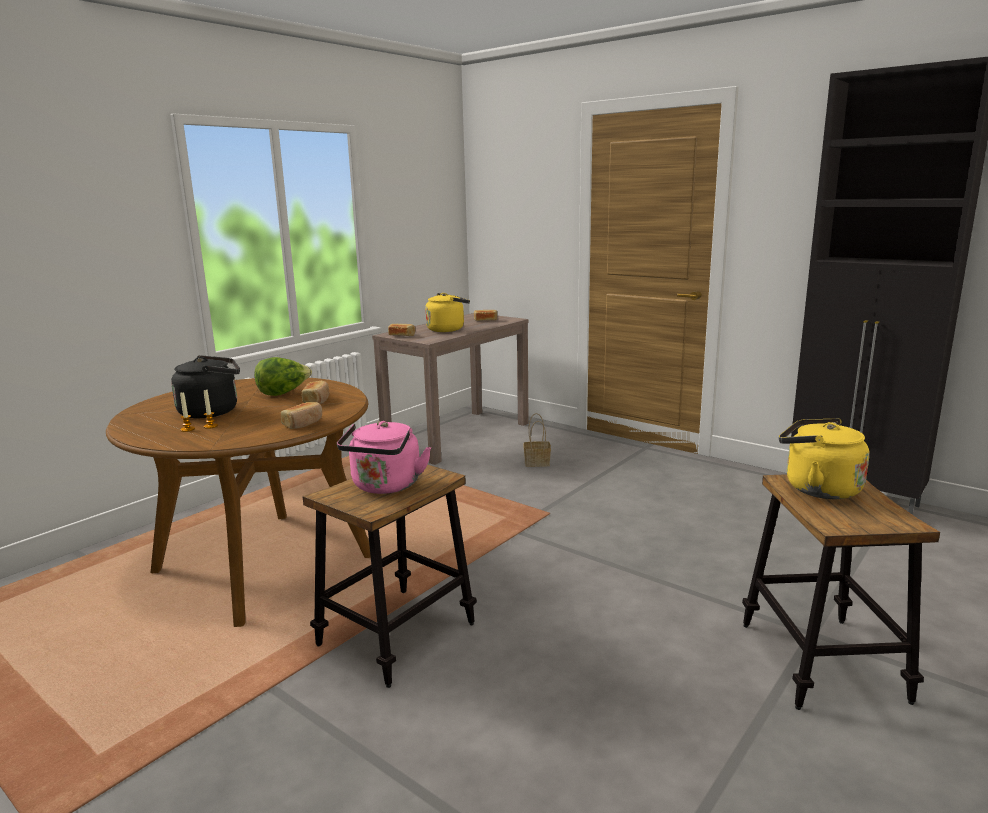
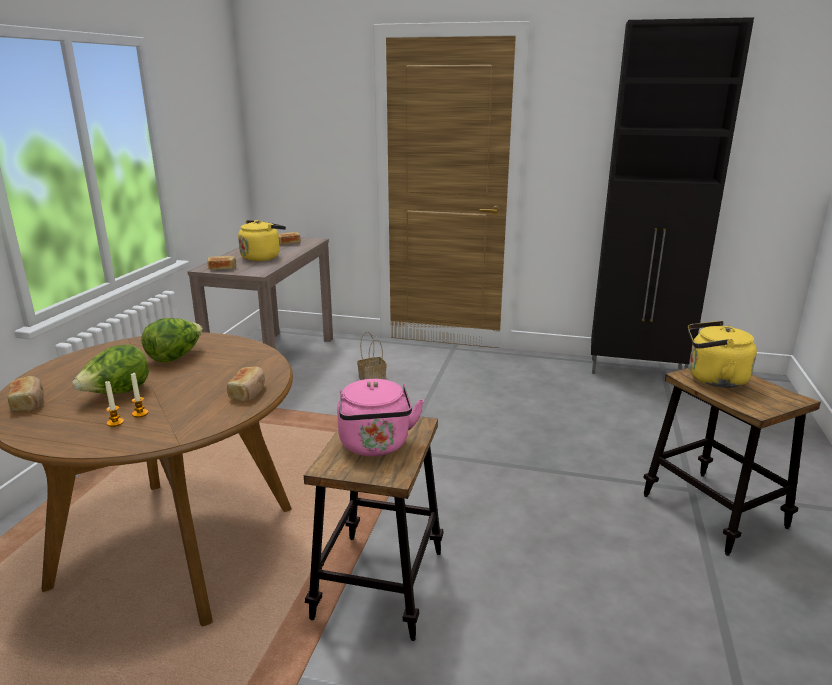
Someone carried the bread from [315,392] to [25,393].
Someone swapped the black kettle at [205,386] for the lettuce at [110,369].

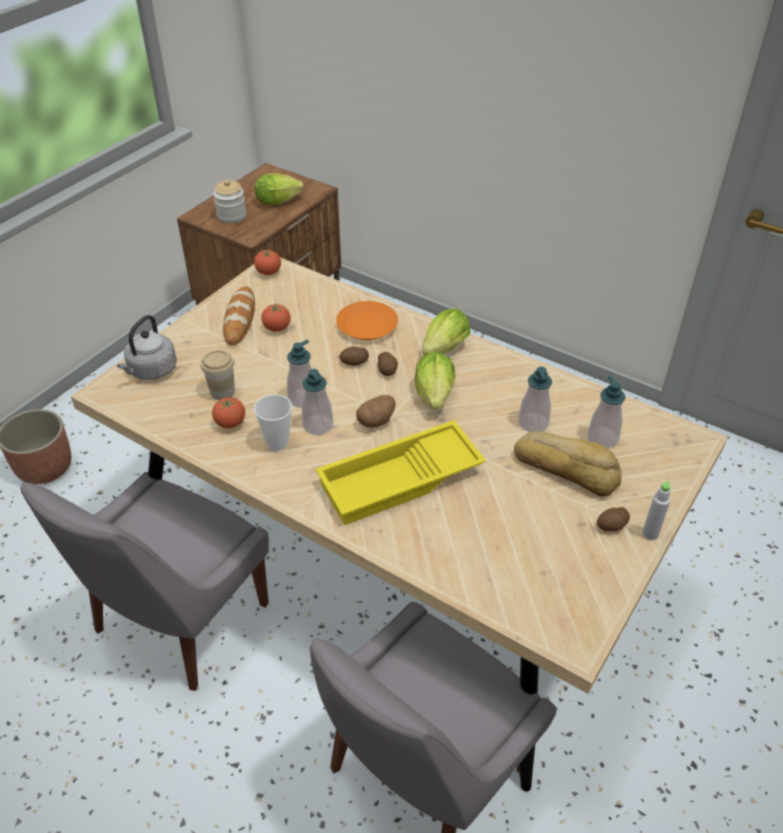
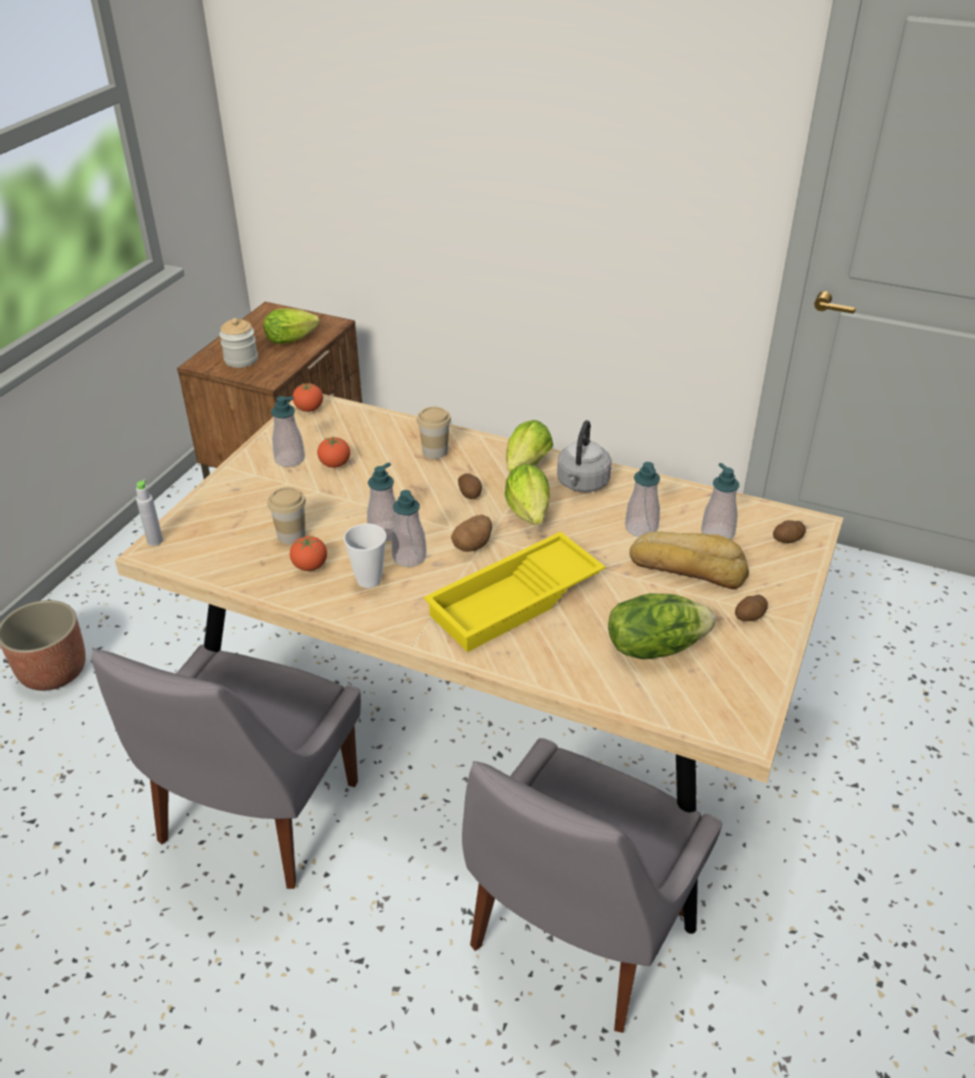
Someone carried the grey bottle from [656,510] to [149,513].
Someone swapped the bread at [239,316] for the soap dispenser at [288,431].
Someone swapped the orange plate at [367,320] for the cup at [434,433].
Someone carried the grey kettle from [147,347] to [584,456].
Someone put down the lettuce at [661,626].
Someone carried the potato from [354,356] to [789,531].

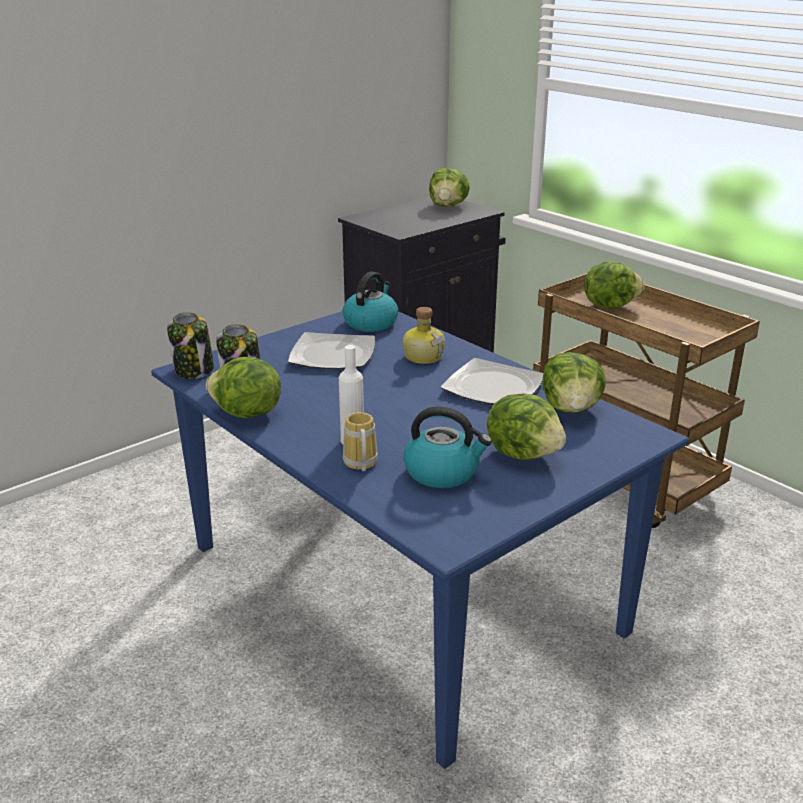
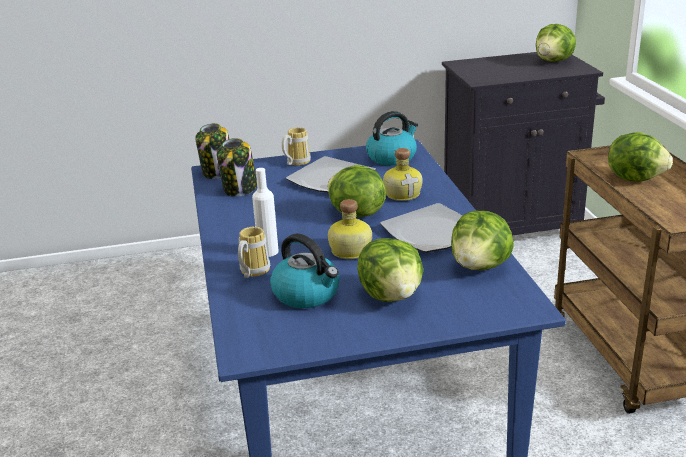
Someone put down the mug at [296,146].
Someone carried the lettuce from [243,387] to [357,191].
Someone put down the bottle at [350,229].

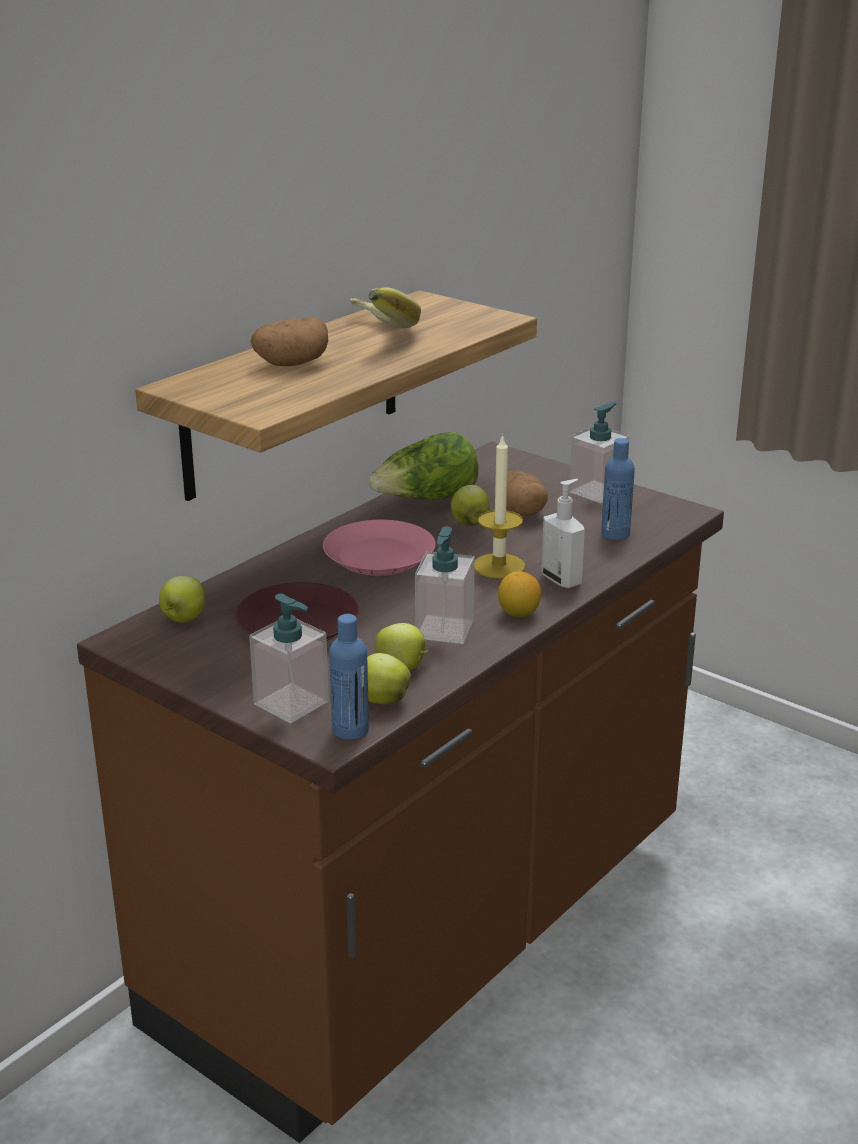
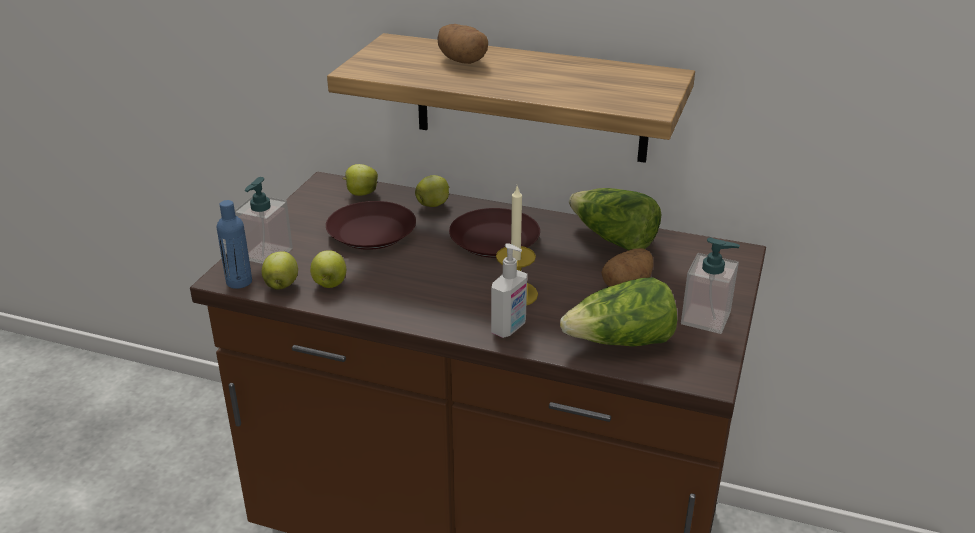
Someone carried the apple from [470,505] to [432,191].
Someone repainted the pink plate at [379,548], which became the brown plate at [494,233].
Someone swapped the blue bottle at [618,489] for the lettuce at [618,311].
Someone took away the banana at [385,307].
Someone took away the soap dispenser at [445,585].
Someone took away the lemon at [519,594].

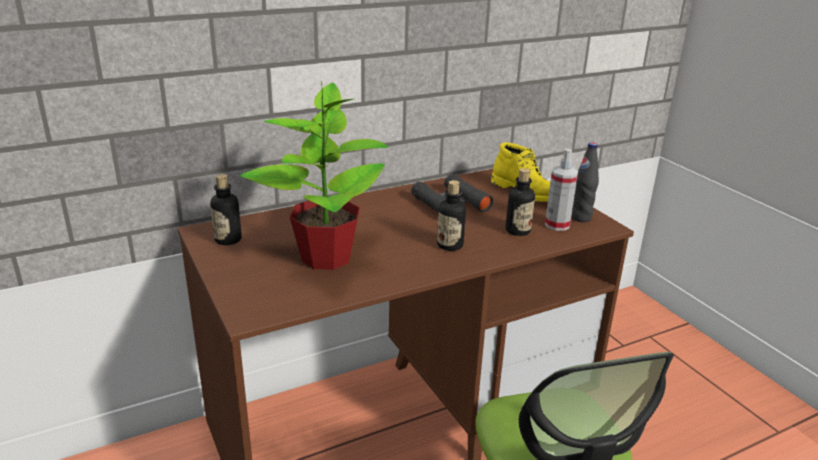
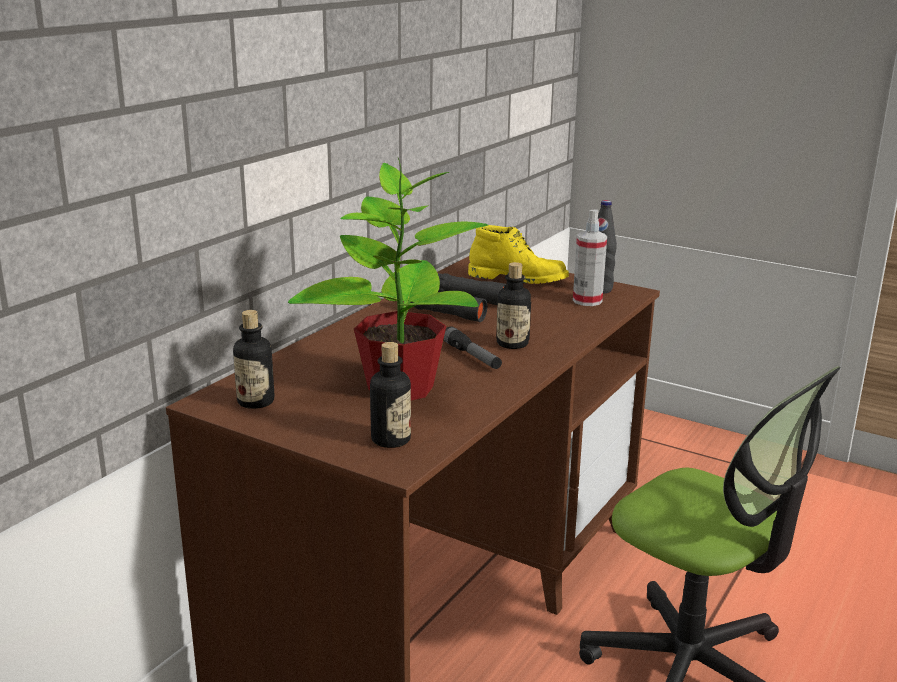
Someone carried the bottle from [520,202] to [390,395].
Someone put down the flashlight at [472,347].

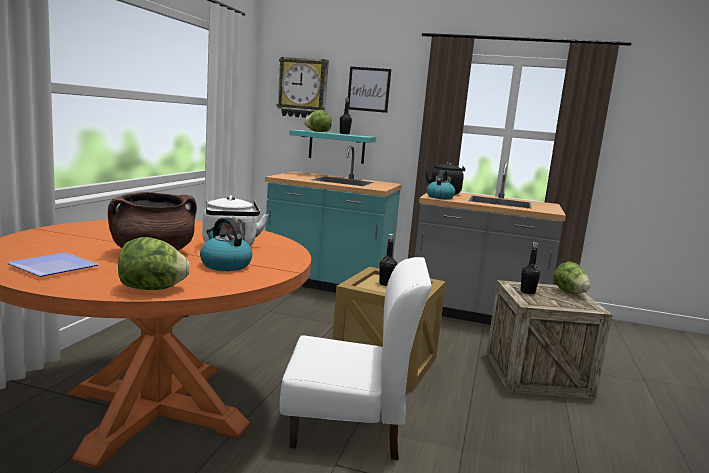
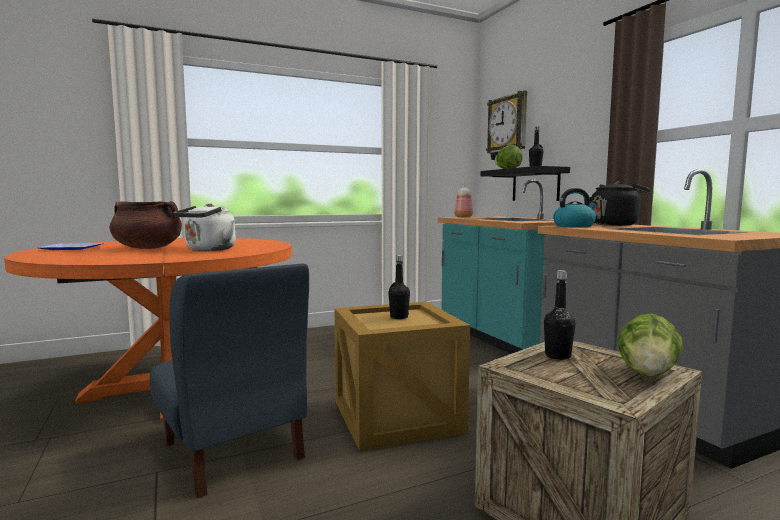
Someone repainted the white chair at [355,358], which became the blue chair at [229,380].
Someone put down the bottle at [463,198].
Someone repainted the turquoise shelf at [332,147], which became the black shelf at [525,183].
Someone took away the lettuce at [154,263].
Someone took away the kettle at [226,244].
Someone took away the picture at [369,90].

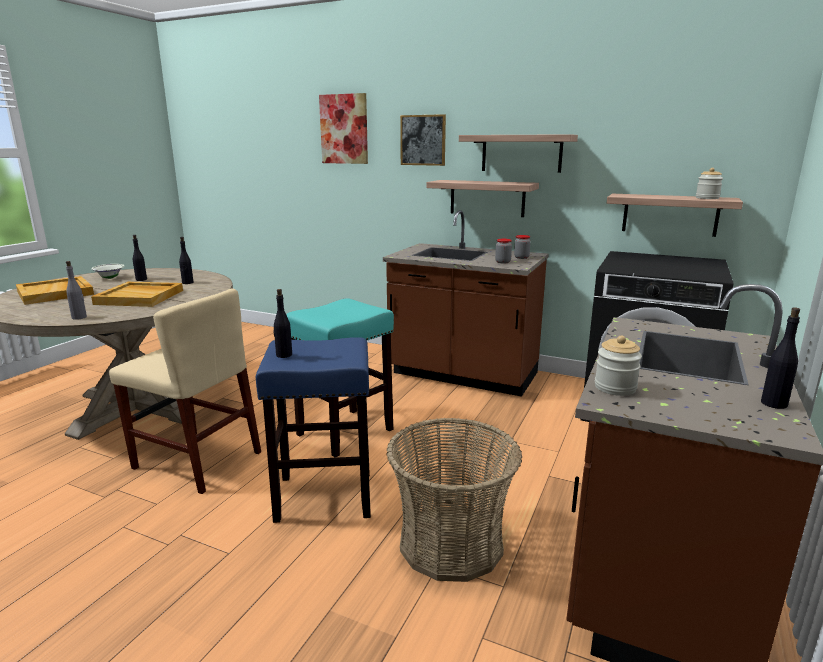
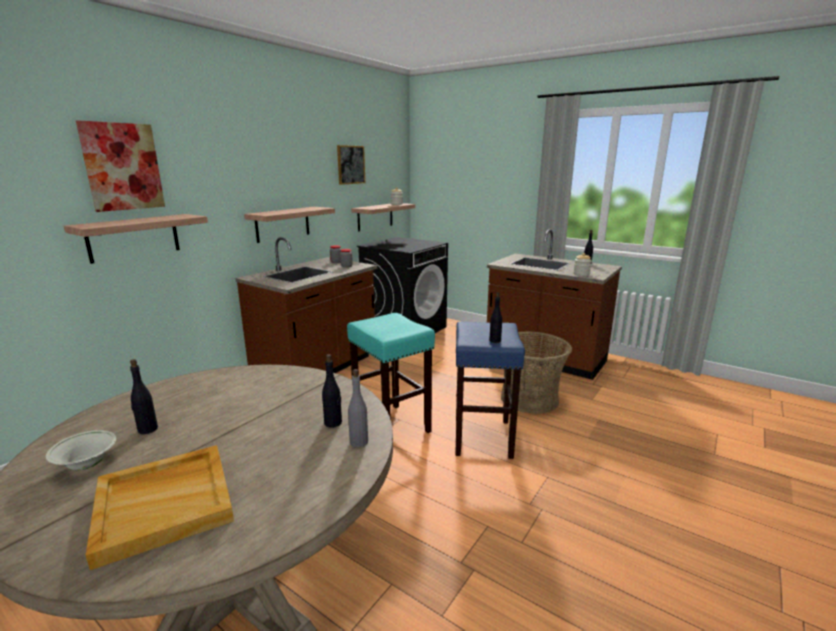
Someone carried the shelf from [518,153] to [136,239].
Someone carried the black bottle from [186,260] to [332,391].
Someone carried the picture from [423,140] to [351,165].
Someone took away the beige tray at [137,294].
Someone took away the beige chair at [185,391].

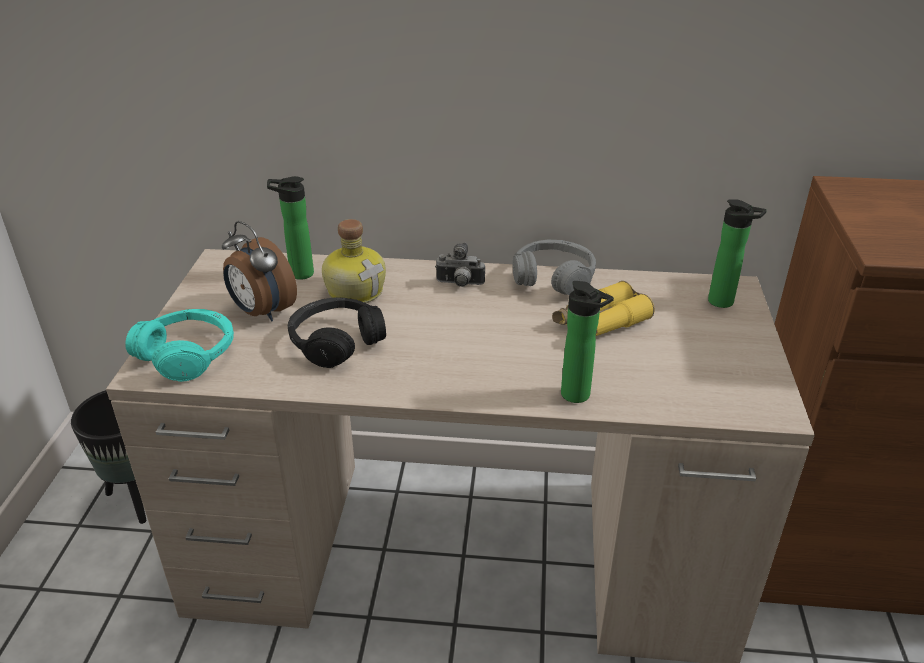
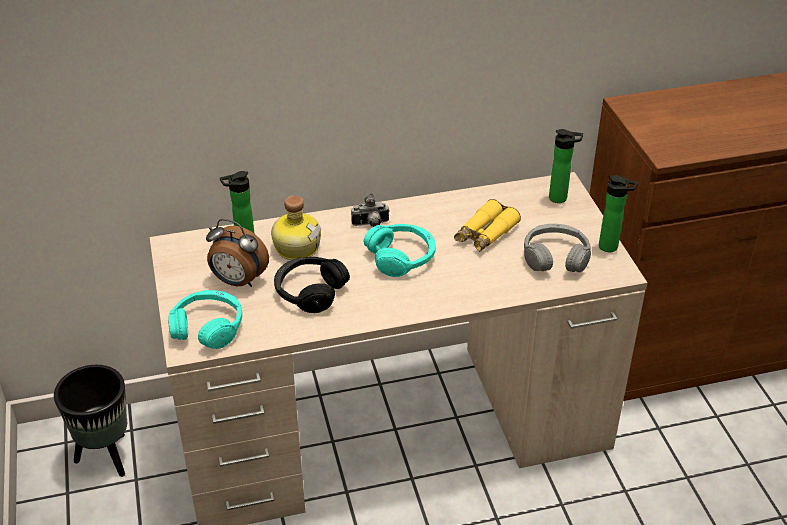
Someone put down the turquoise headphones at [400,250].
Someone carried the grey headphones from [554,267] to [557,248].
Someone carried the bottle from [587,342] to [618,213].

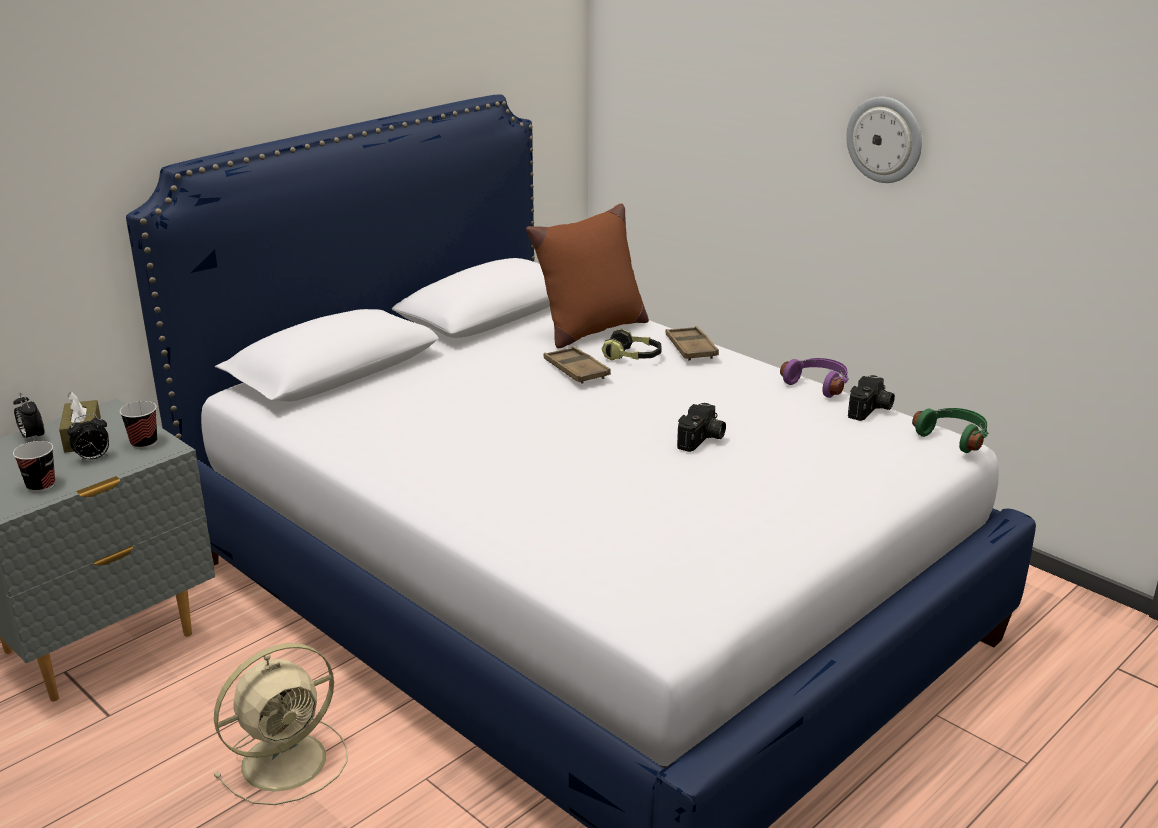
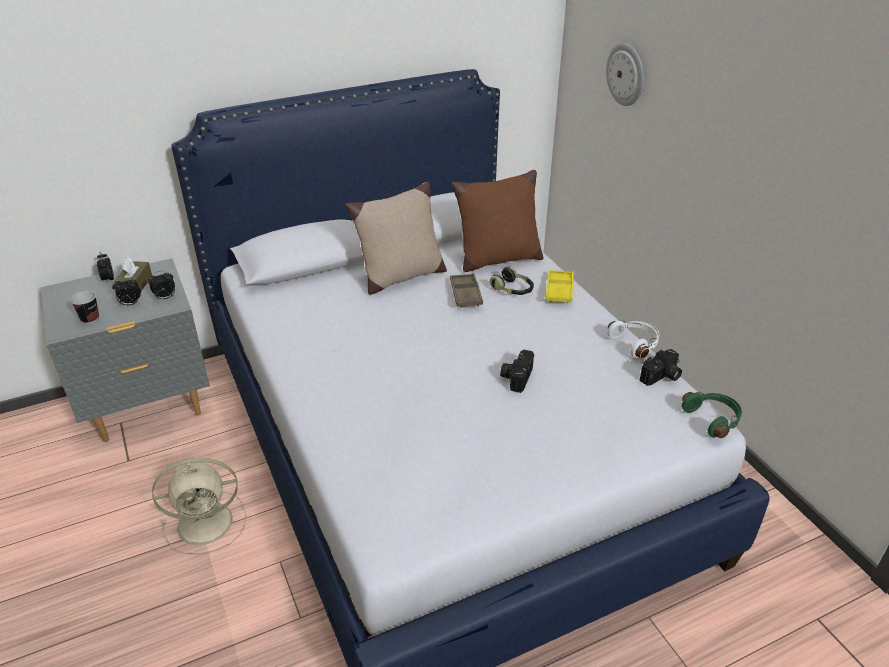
Someone swapped the cup at [138,425] for the alarm clock at [161,285].
Someone put down the beige pillow at [396,238].
Someone rotated the photo camera at [701,427] by 150 degrees clockwise.
Someone repainted the brown tray at [692,343], which became the yellow tray at [559,286].
Someone carried the wall clock from [884,140] to [625,74].
Someone repainted the purple headphones at [814,378], which became the white headphones at [633,339].

